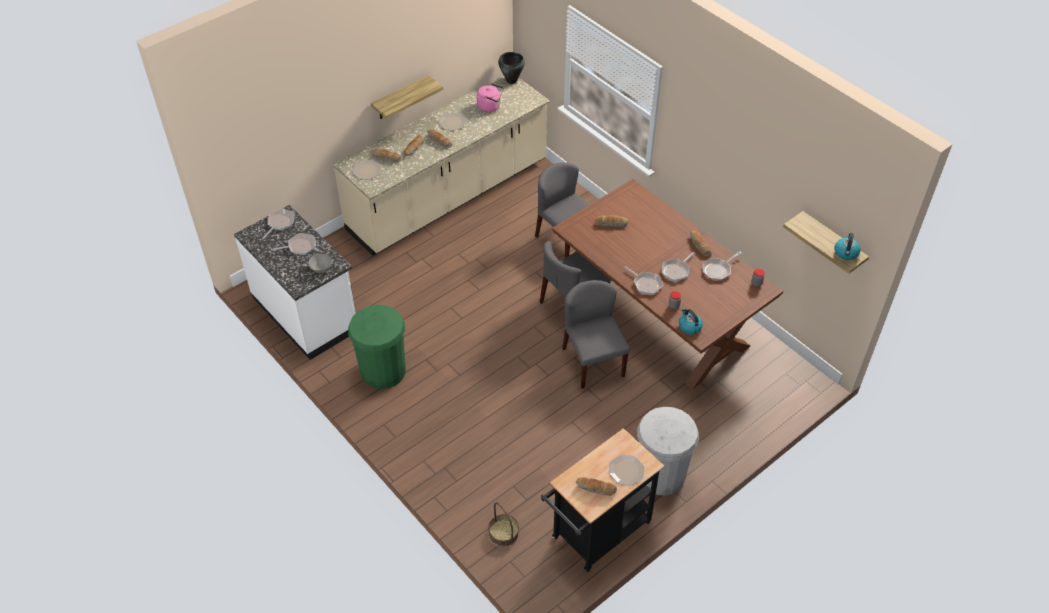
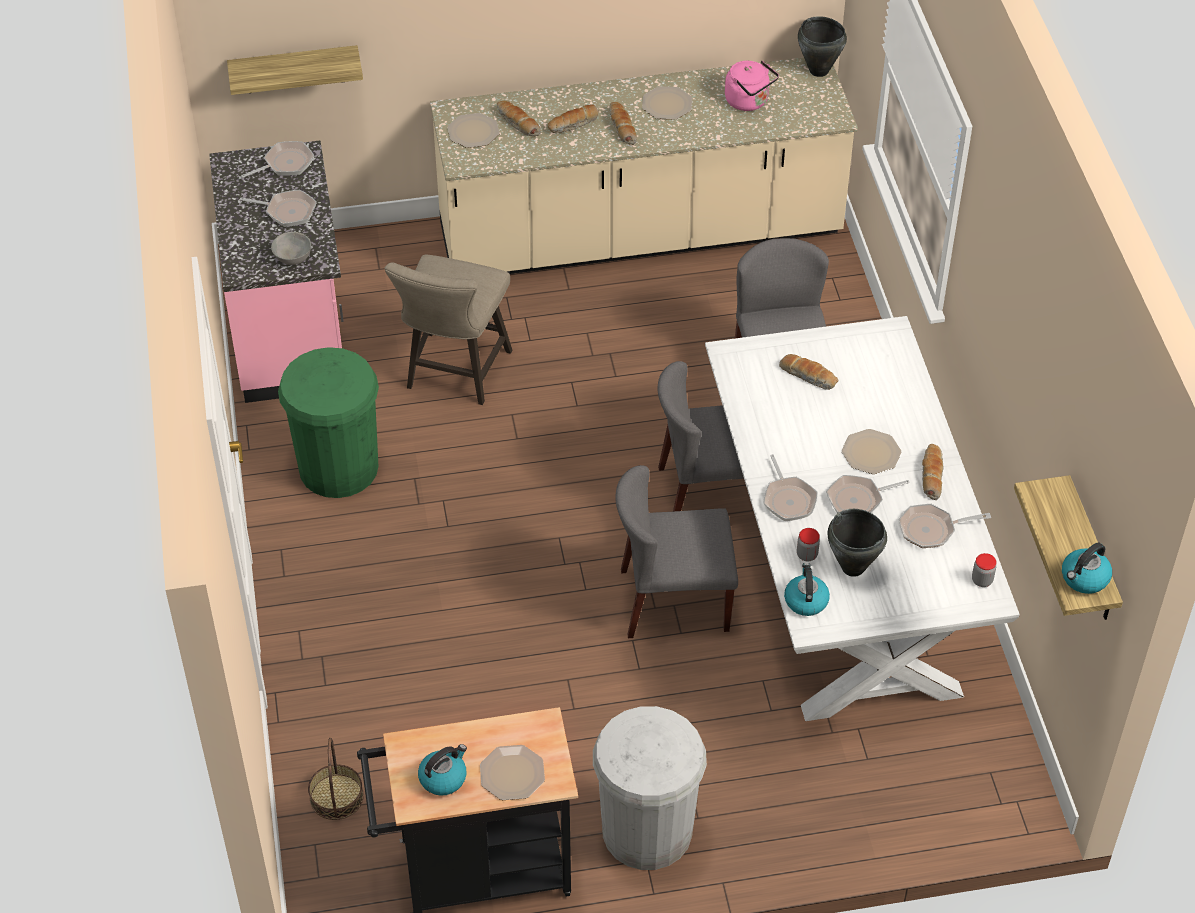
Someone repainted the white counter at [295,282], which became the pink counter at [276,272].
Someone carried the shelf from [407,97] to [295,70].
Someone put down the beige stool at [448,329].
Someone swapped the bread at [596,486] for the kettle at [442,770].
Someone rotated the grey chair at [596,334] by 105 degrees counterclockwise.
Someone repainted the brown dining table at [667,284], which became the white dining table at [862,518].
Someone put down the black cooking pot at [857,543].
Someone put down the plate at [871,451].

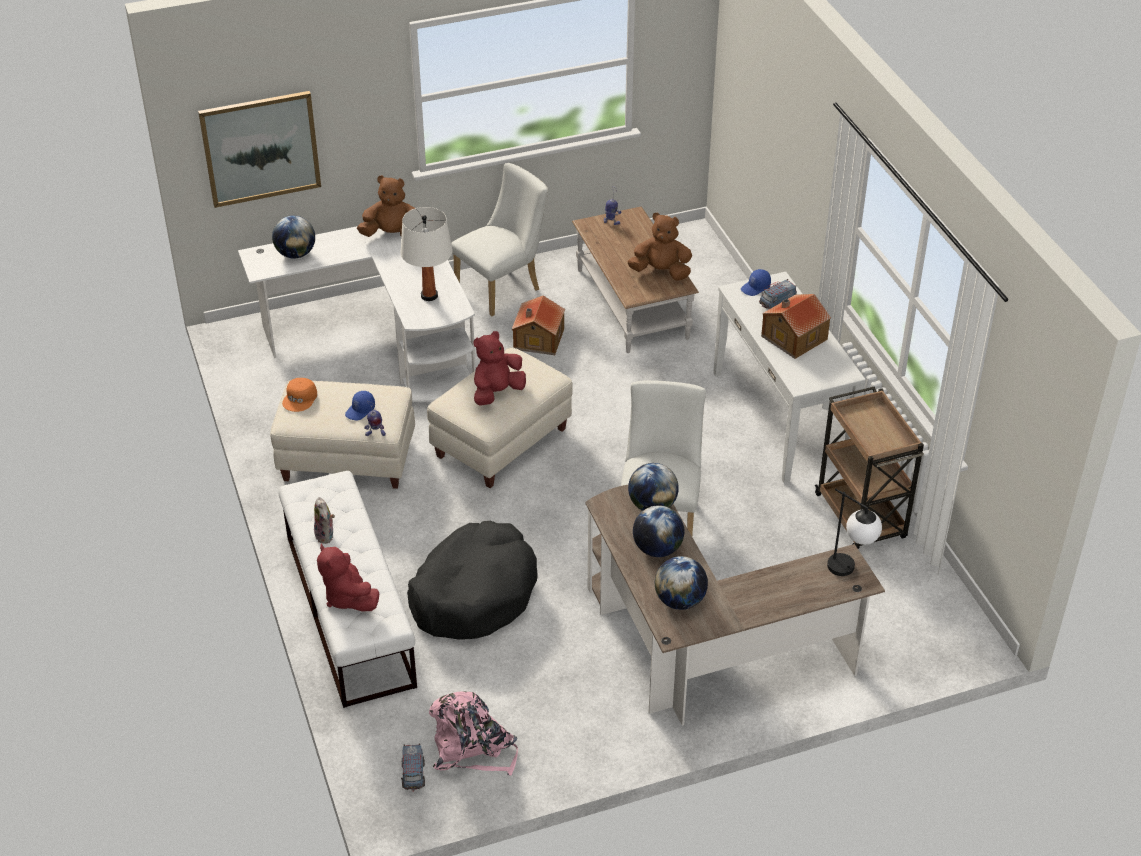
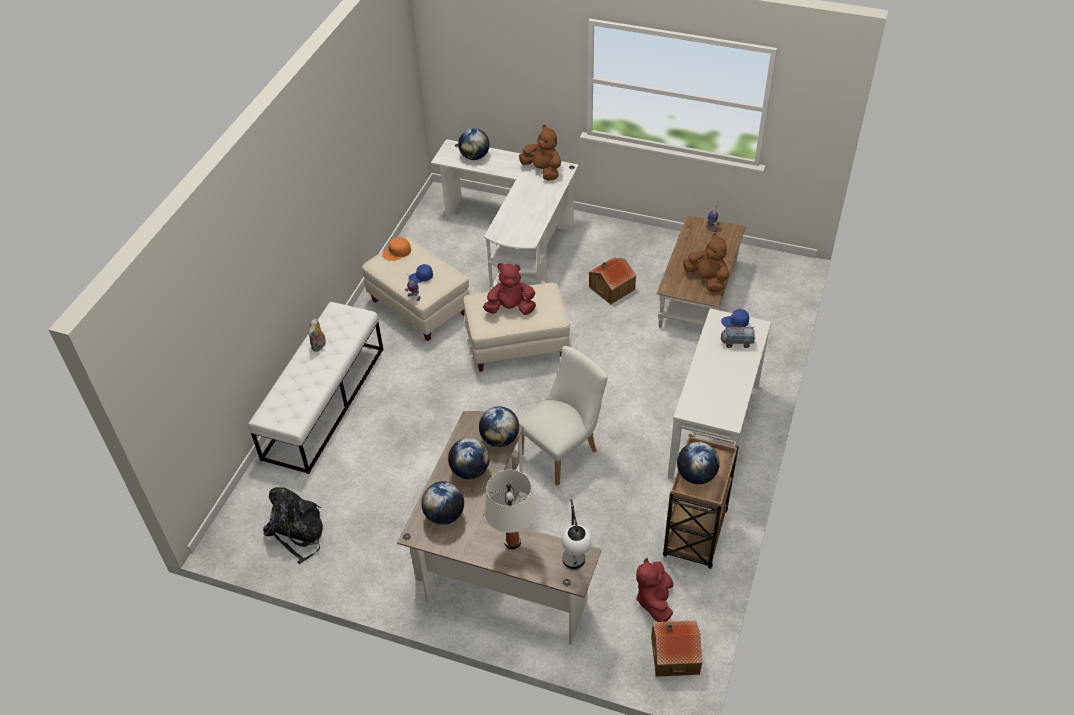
Someone repainted the pink backpack at [473,734], which became the black backpack at [293,525].
Someone carried the white table lamp from [426,254] to [511,509].
Someone carried the red plush toy from [348,577] to [654,590].
Someone carried the toy house from [796,326] to [676,648].
Someone put down the globe at [698,463].
Someone took away the picture at [259,149].
Someone took away the toy truck at [413,767].
Someone took away the black dog bed at [472,580].
Someone took away the white chair at [499,239].

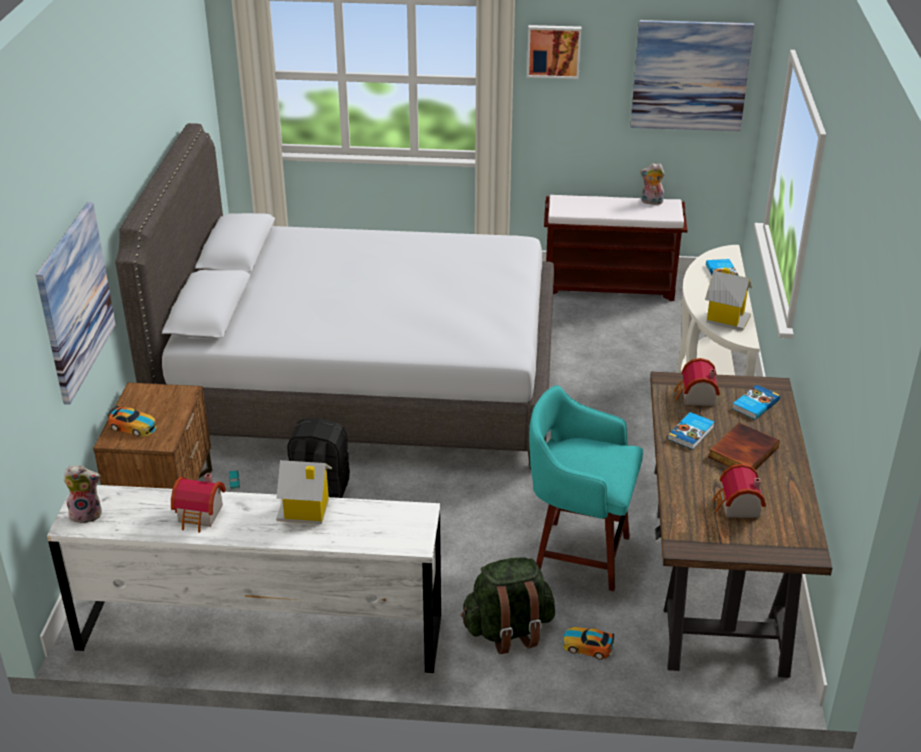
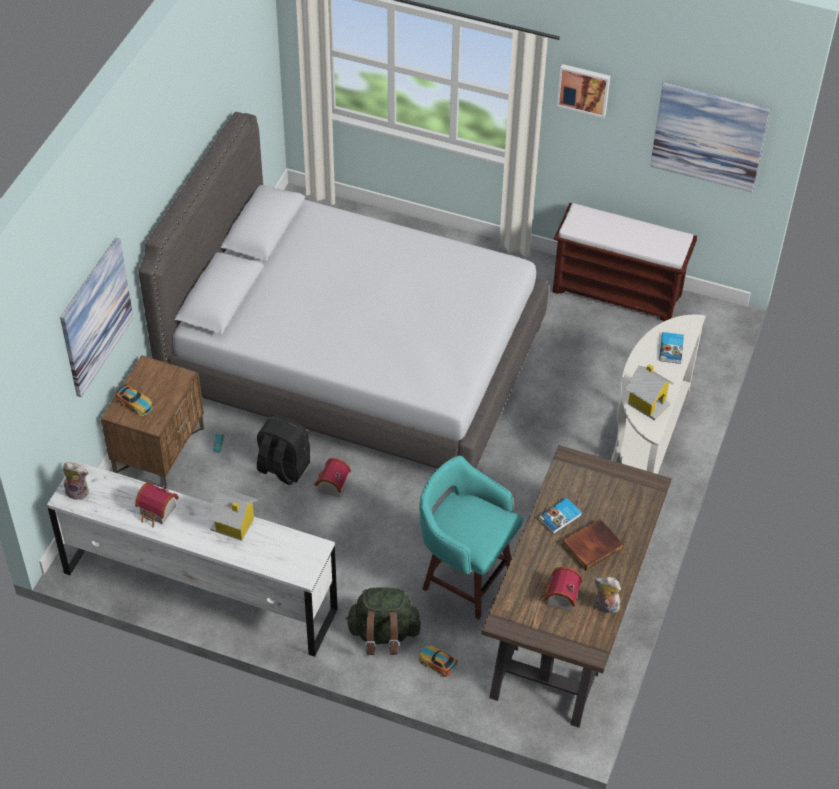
Someone carried the toy house from [697,382] to [332,477].
Someone carried the plush toy from [652,184] to [608,595].
Someone took away the book at [756,402].

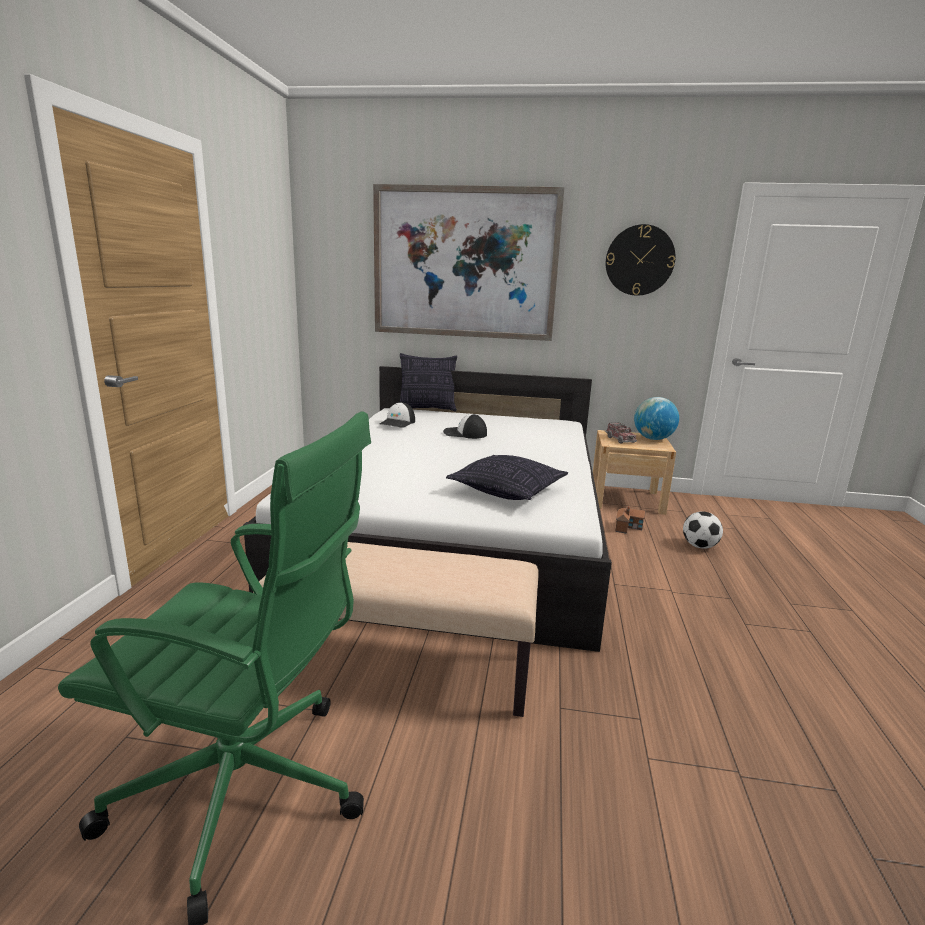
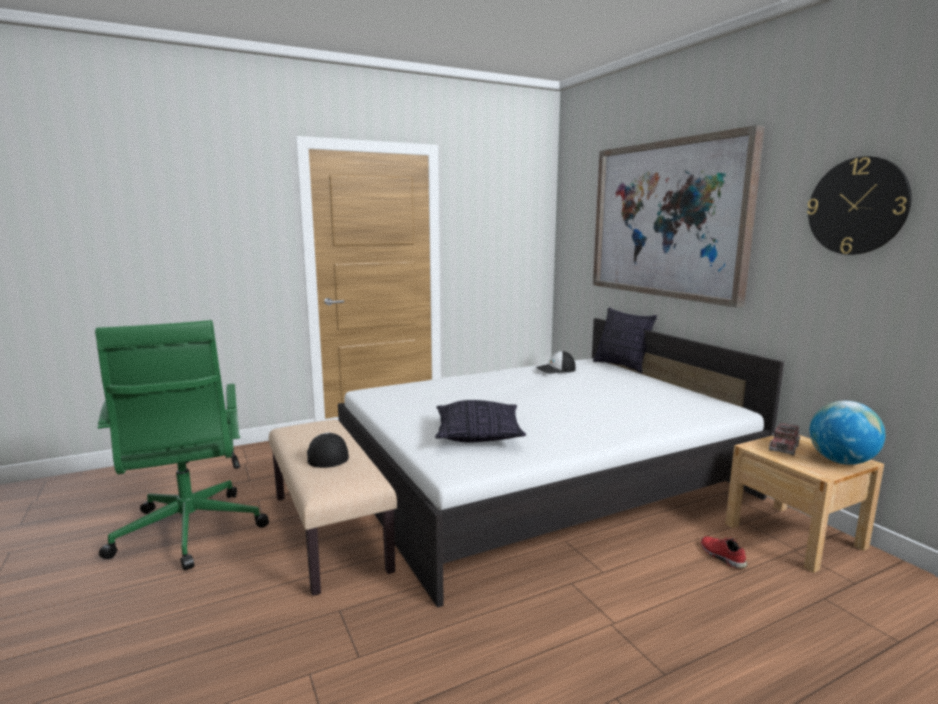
Someone carried the cap from [465,426] to [328,450].
Someone swapped the toy house at [630,520] for the red shoe at [724,552].
Someone took away the football at [703,530].

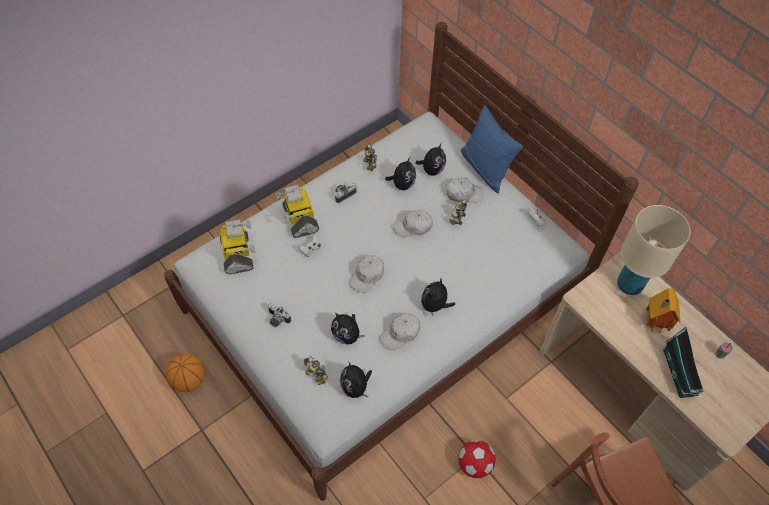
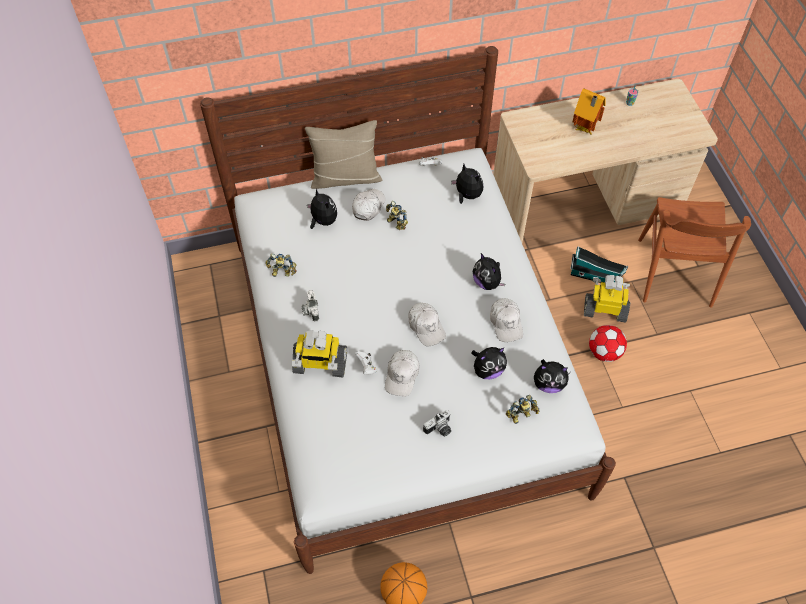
Someone repainted the blue pillow at [492,149], which became the beige pillow at [343,154].
Someone carried the white cap from [413,223] to [402,373].
Someone carried the plush toy from [400,173] to [467,184].
Someone carried the toy house from [683,362] to [600,264].
Someone carried the toy robot from [237,247] to [607,299].
Someone took away the beige table lamp at [654,250].

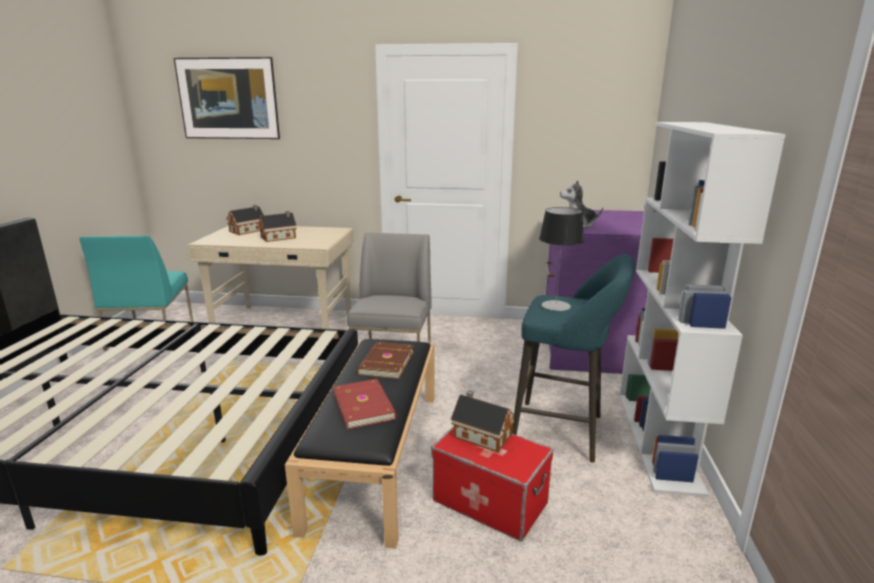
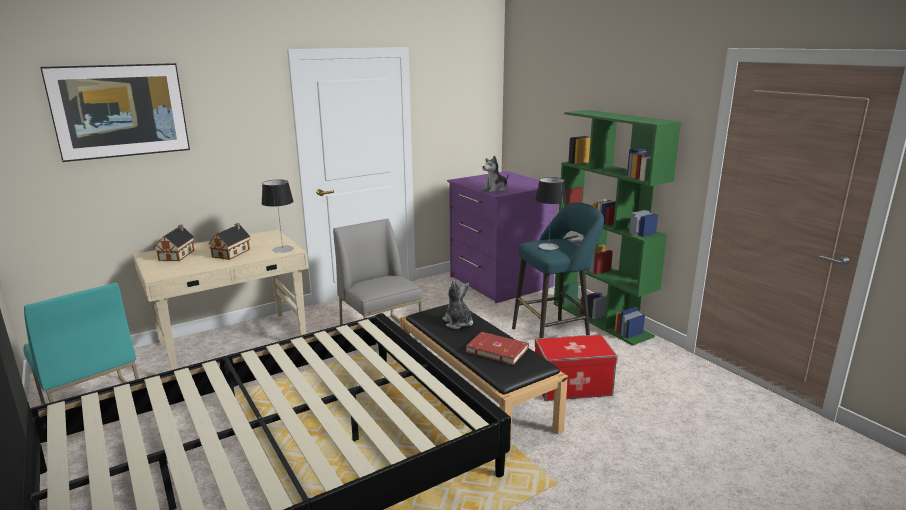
Someone put down the table lamp at [277,216].
Someone swapped the brown book at [385,360] for the plush toy at [457,304].
Someone repainted the white bookcase at [703,309], which became the green bookcase at [617,227].
Someone took away the toy house at [483,421].

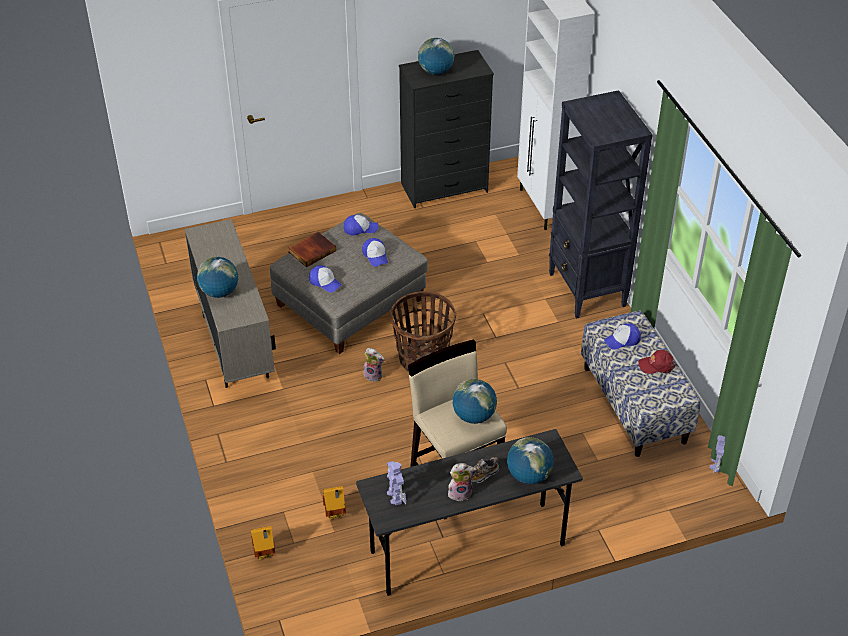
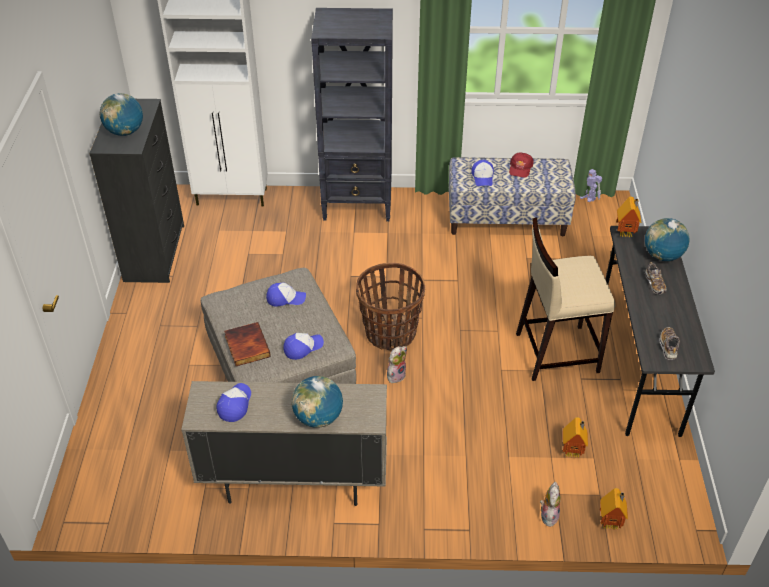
Someone carried the cap from [361,225] to [233,402].
Someone carried the plush toy from [462,482] to [550,504].
Someone put down the toy house at [628,217].
Someone swapped the toy robot at [397,483] for the shoe at [669,343].
Someone took away the globe at [474,401].

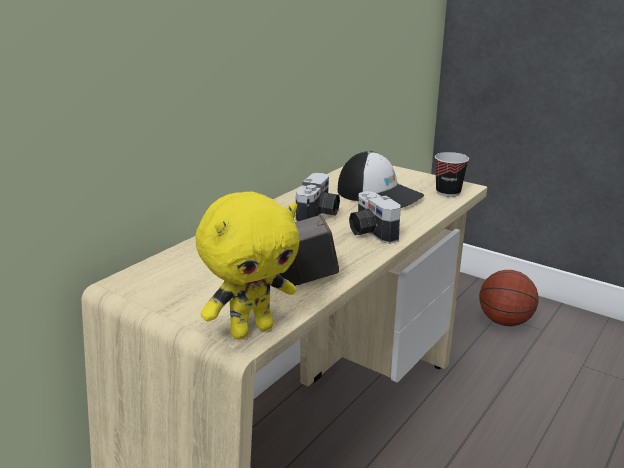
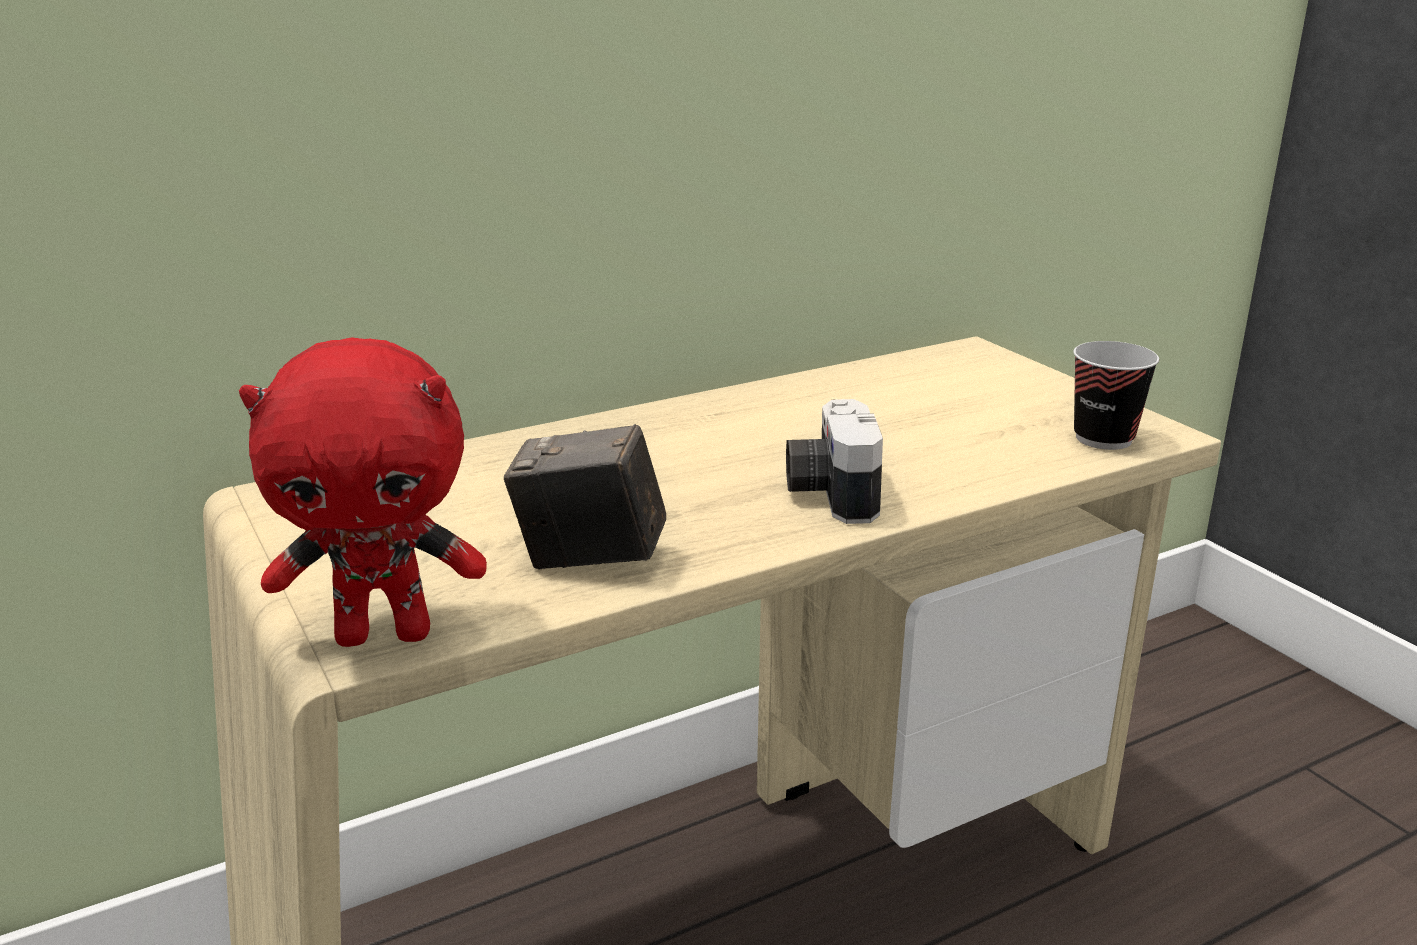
Someone repainted the yellow plush toy at [247,265], which became the red plush toy at [363,492].
Someone took away the photo camera at [317,197].
Someone took away the cap at [380,179].
Someone took away the basketball at [509,298].

